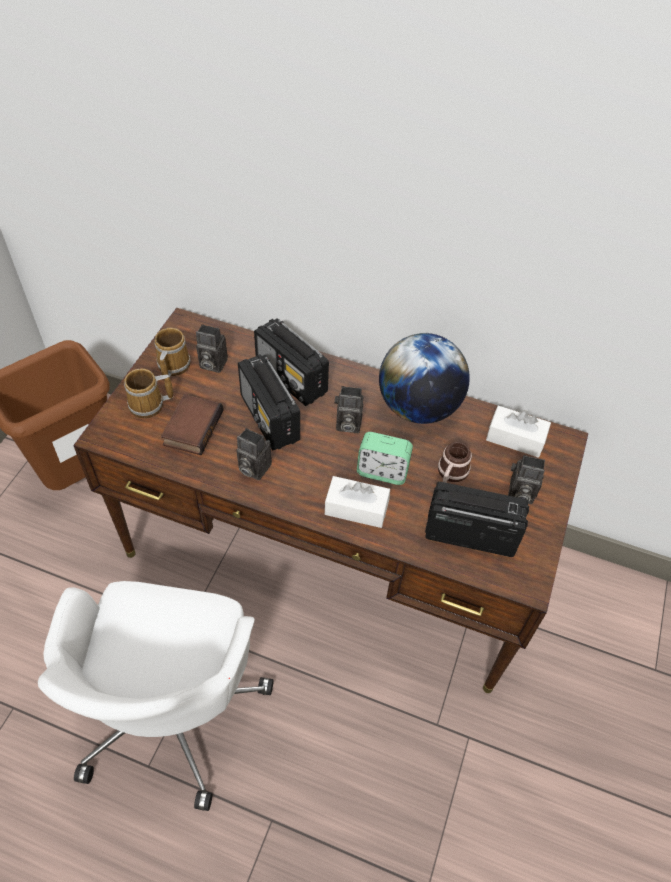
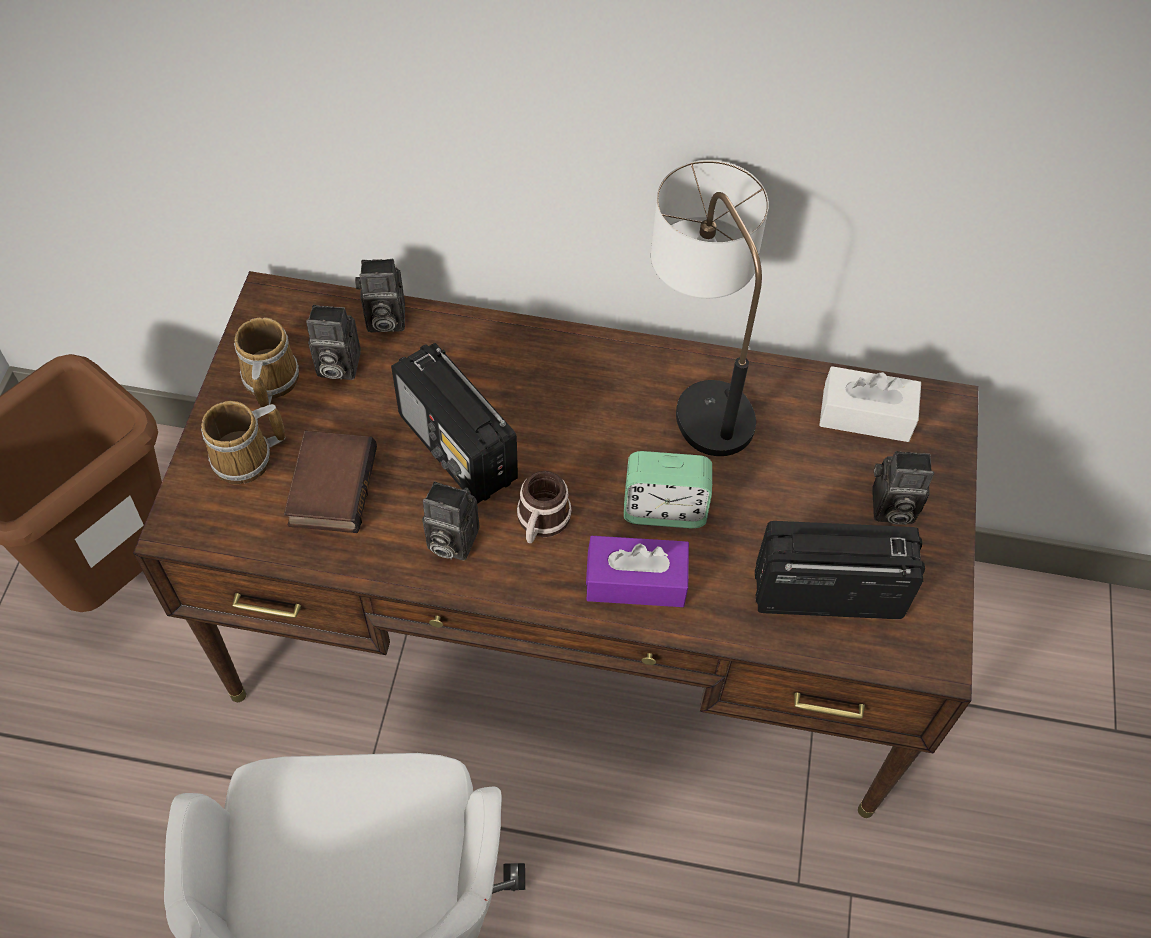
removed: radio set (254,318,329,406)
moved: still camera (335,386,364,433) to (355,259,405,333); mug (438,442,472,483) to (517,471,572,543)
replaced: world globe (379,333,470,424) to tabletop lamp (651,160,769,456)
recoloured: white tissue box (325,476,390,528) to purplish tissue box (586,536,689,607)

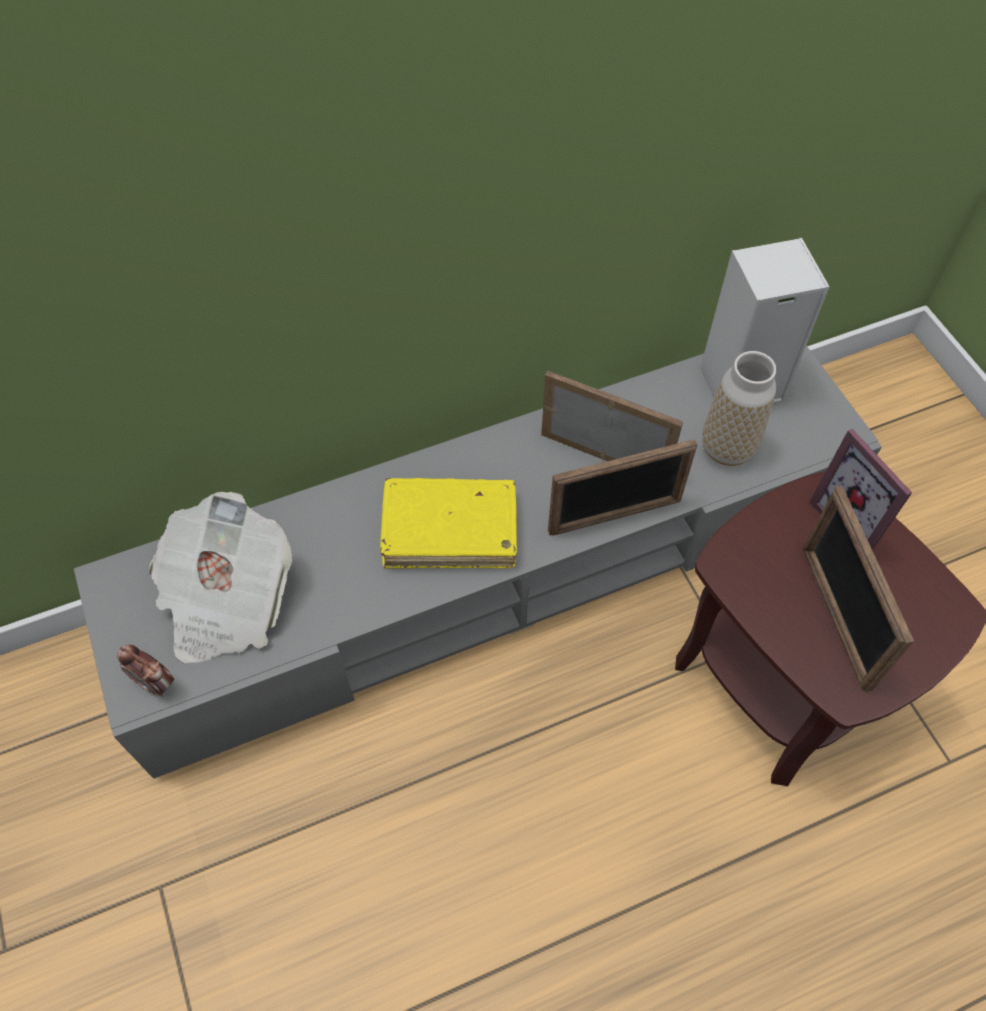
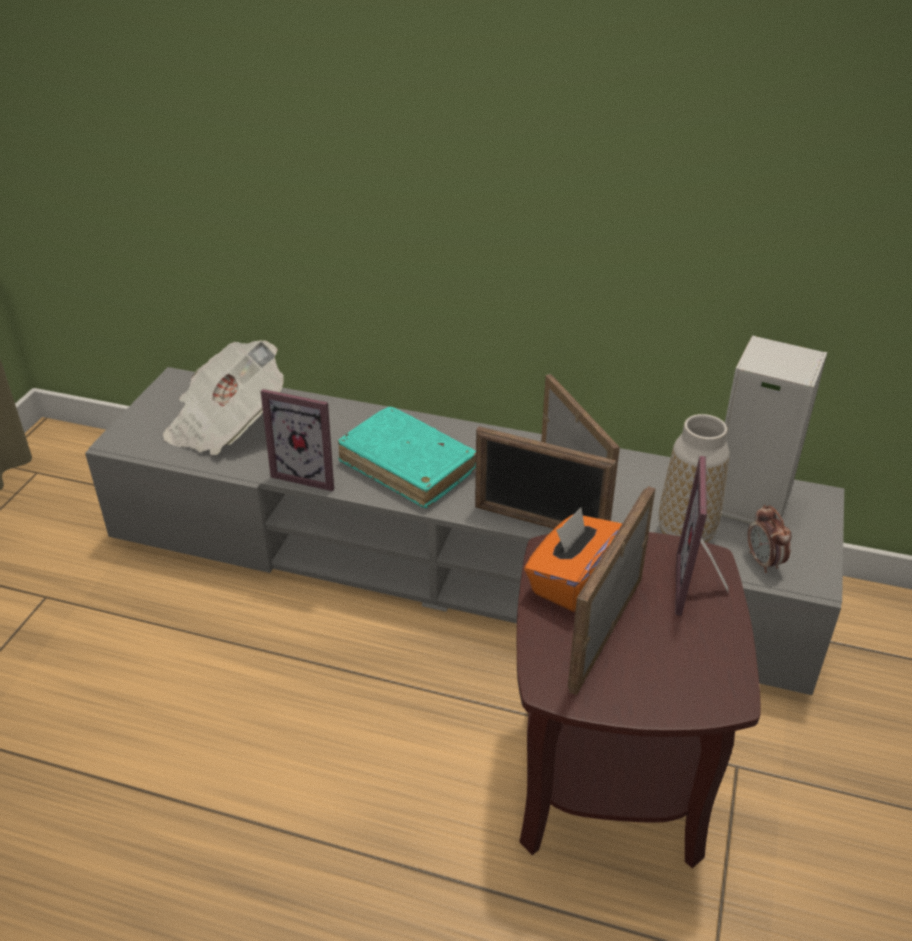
added: picture frame (261,389,334,491); orange tissue box (524,507,622,612)
moved: alarm clock (117,644,174,697) to (748,505,792,573)
recoloured: yellow-coloured volume (380,478,517,569) to turquoise-coloured volume (338,407,476,508)

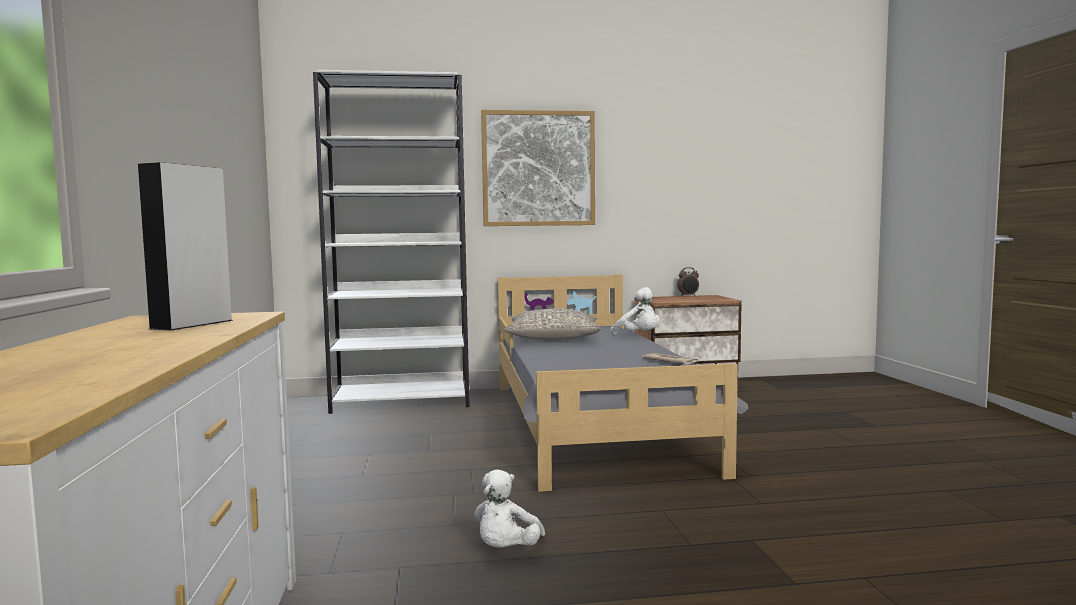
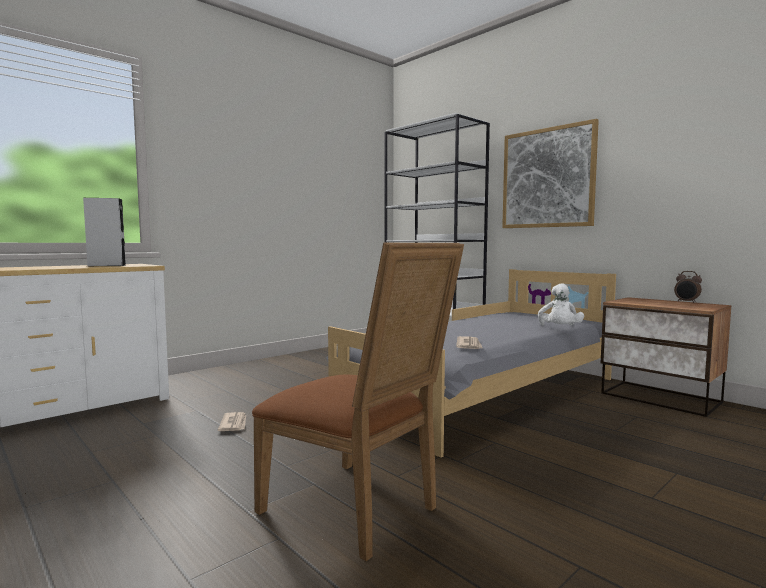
removed: greyish cushion (504,309,602,340)
added: brownish upright chair (252,243,464,561)
replaced: white soft toy (474,469,545,548) to newspaper (218,412,246,431)

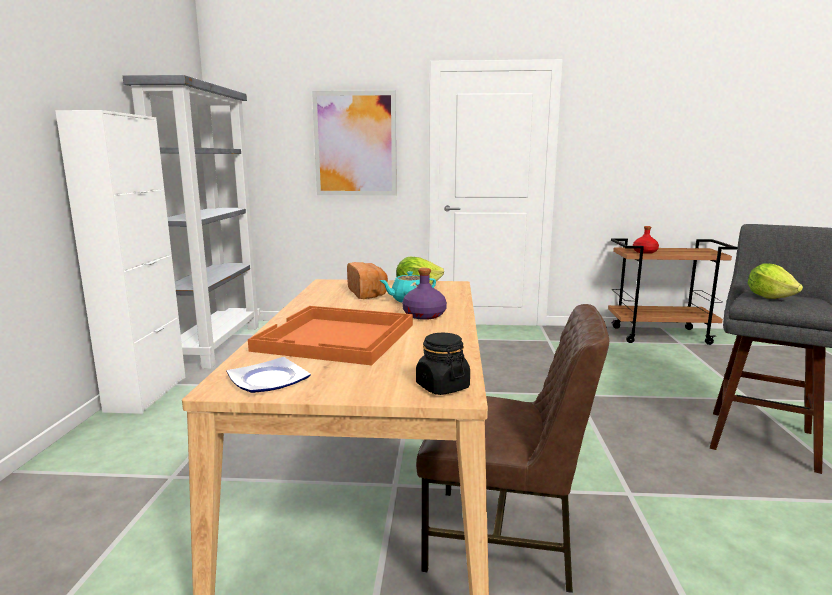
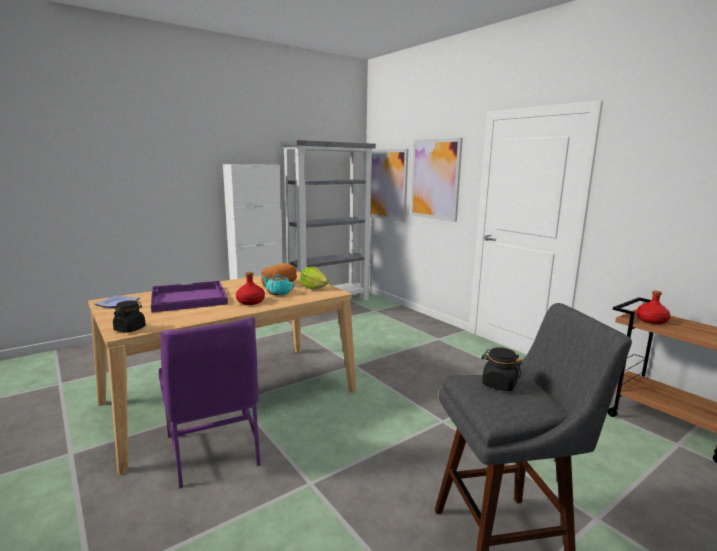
added: wall art (371,149,408,222)
replaced: head of lettuce (748,263,803,299) to black-coloured jar (481,347,522,391)
recoloured: orange tray (248,306,413,365) to purplish tray (151,281,228,313); purplish bottle (402,268,447,320) to red-coloured bottle (236,272,265,305); brownish upright chair (416,304,609,593) to purplish upright chair (159,317,261,488)

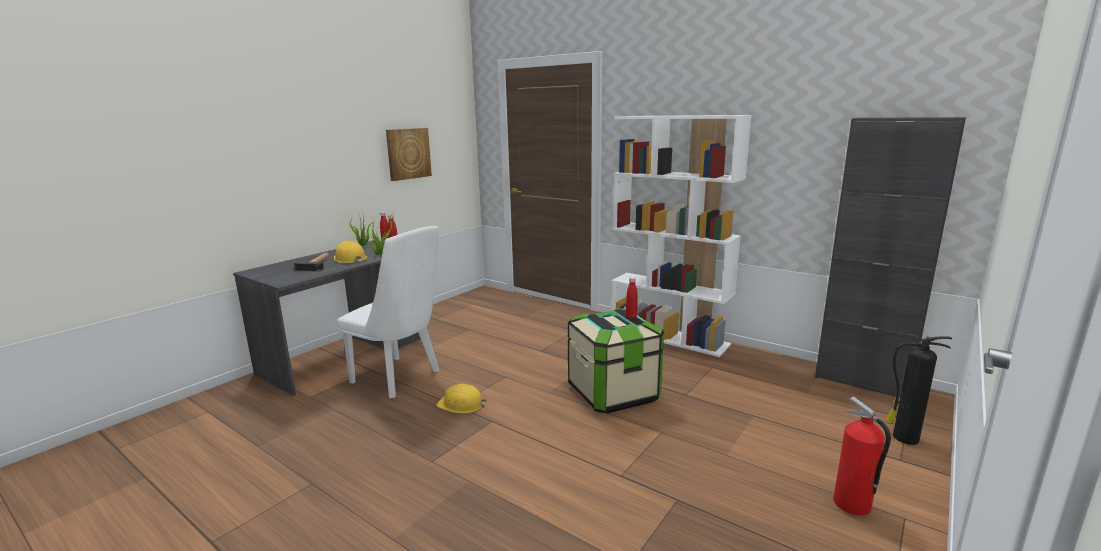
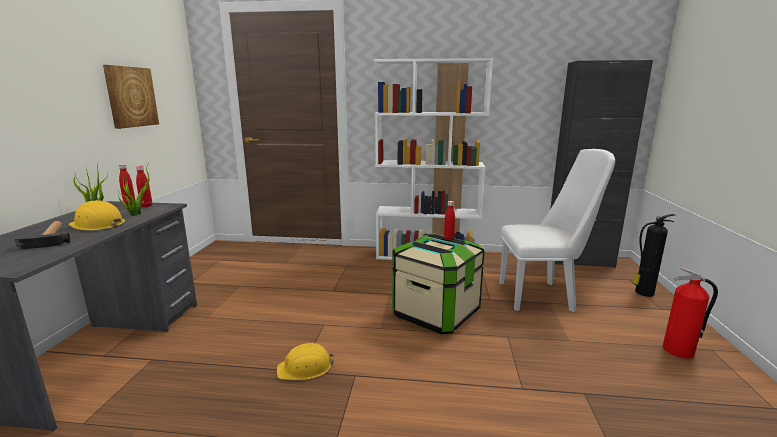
moved: white upright chair (337,226,439,398) to (499,149,615,312)

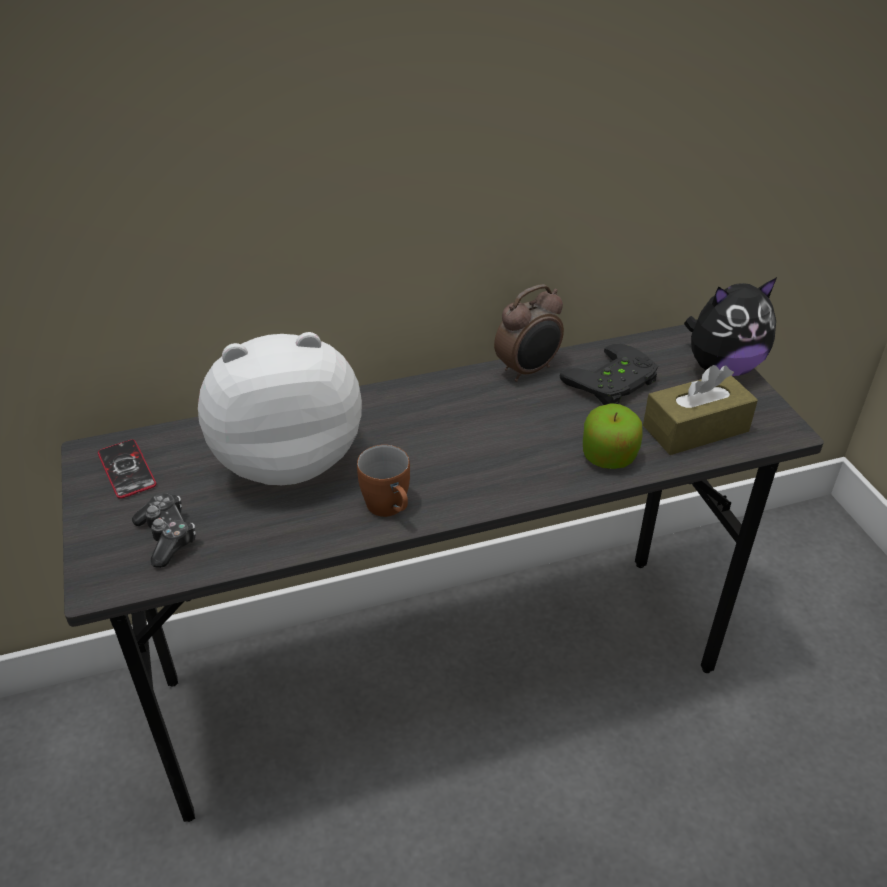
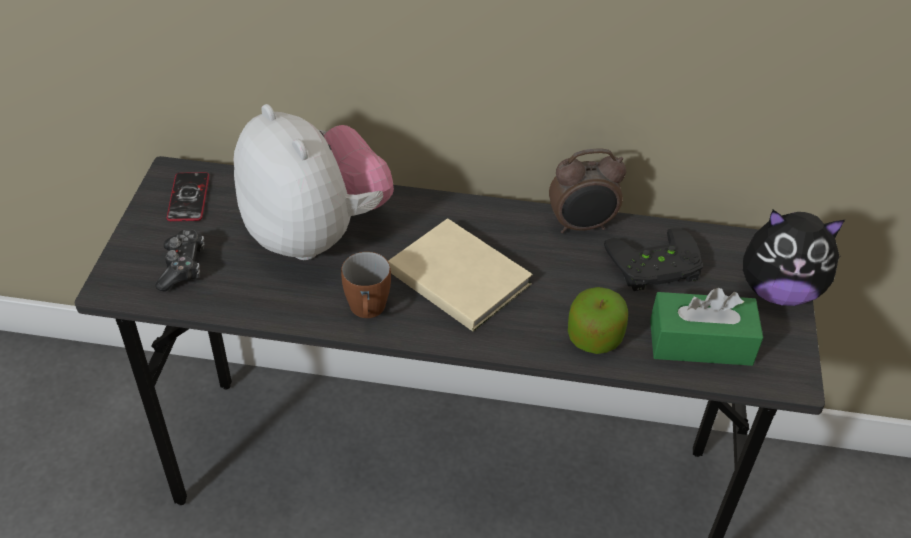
added: beige volume (388,218,533,331)
recoloured: brownish tissue box (643,365,758,455) to green tissue box (650,288,763,366)
turned: soft toy (198,332,362,485) = (233,104,394,260) 45 degrees clockwise

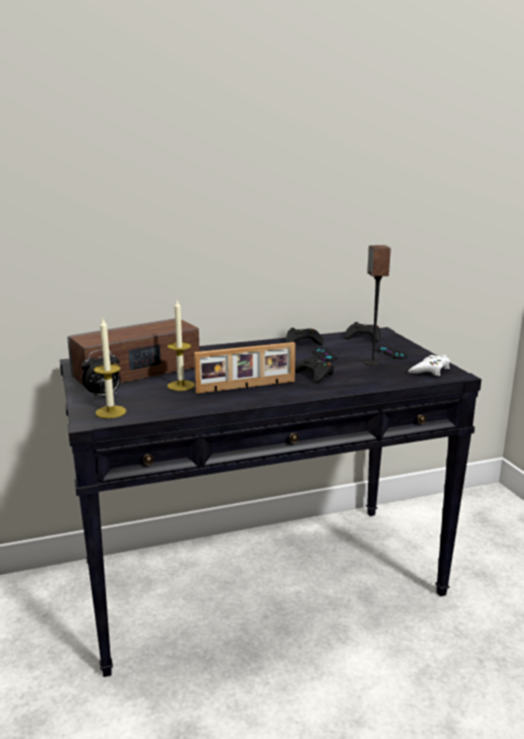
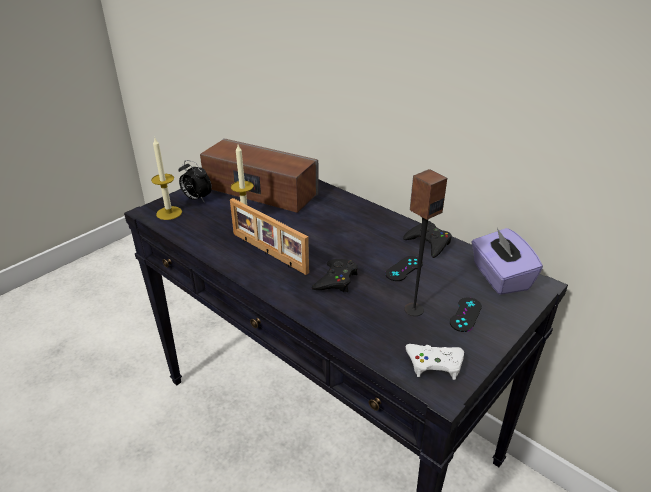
replaced: black-coloured joypad (344,322,381,342) to purplish tissue box (471,228,543,295)

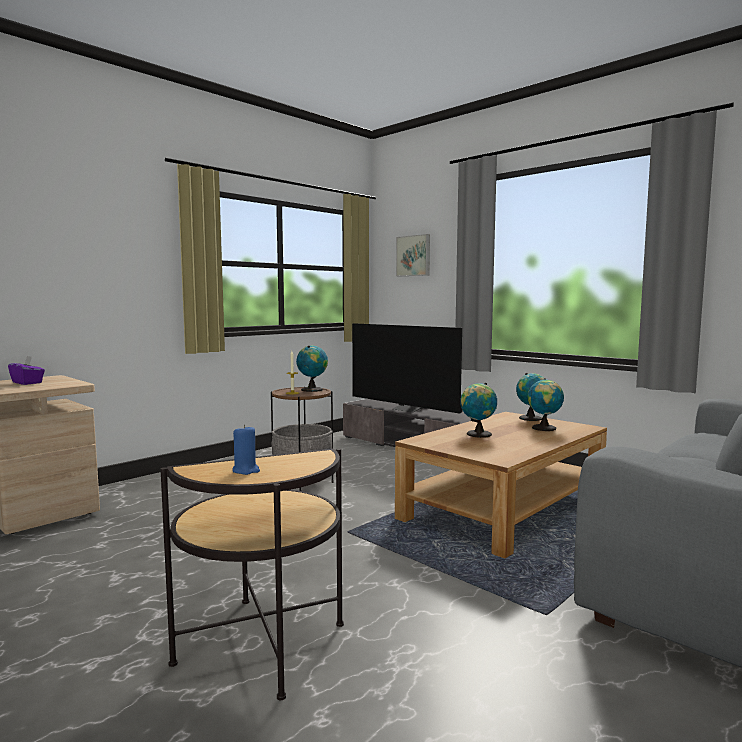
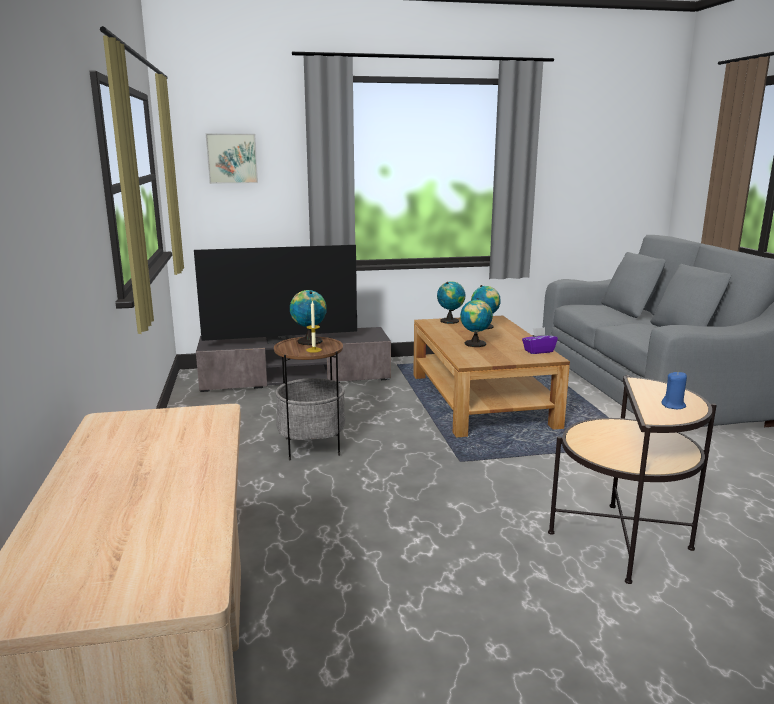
moved: purplish tissue box (8,356,45,385) to (522,327,558,354)

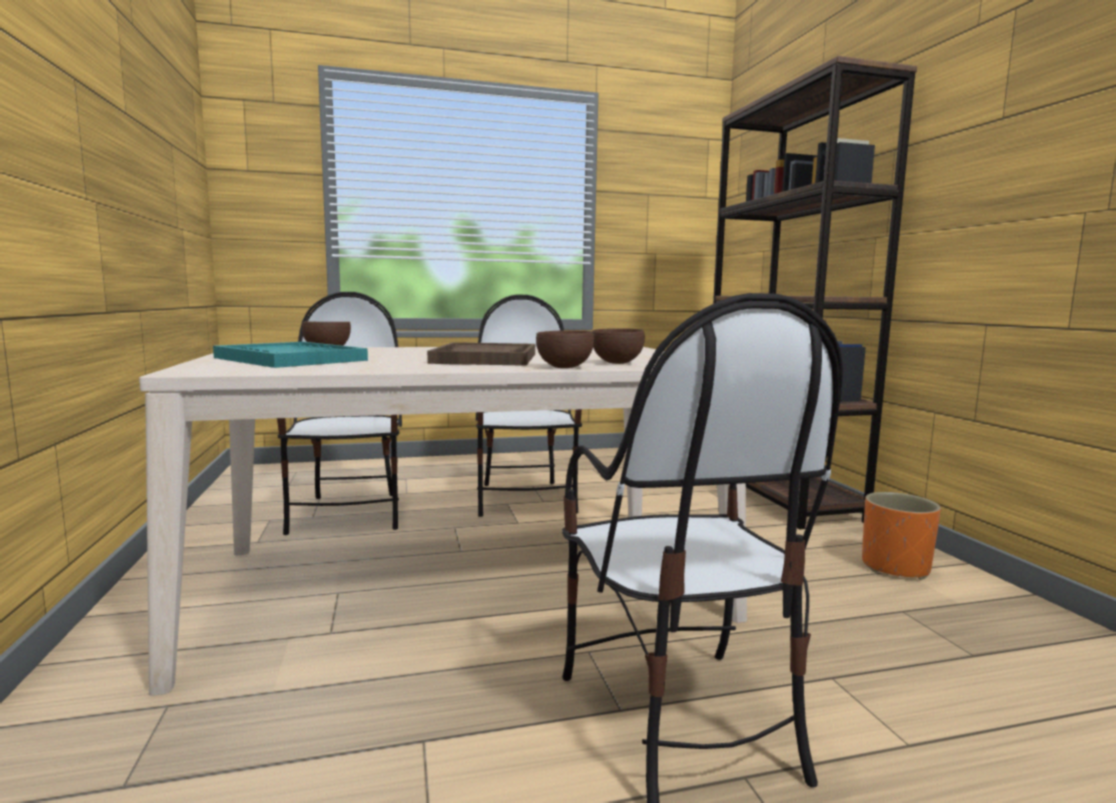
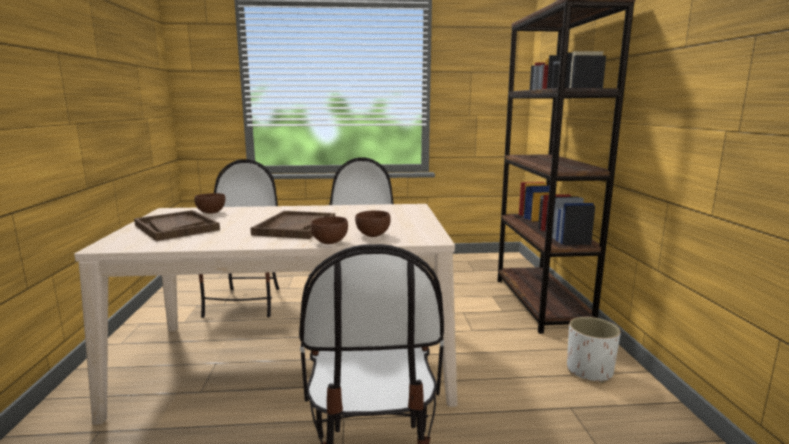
recoloured: turquoise-coloured tray (213,342,368,368) to brownish tray (134,210,220,241); orange planter (862,492,941,580) to white planter (567,317,621,383)

